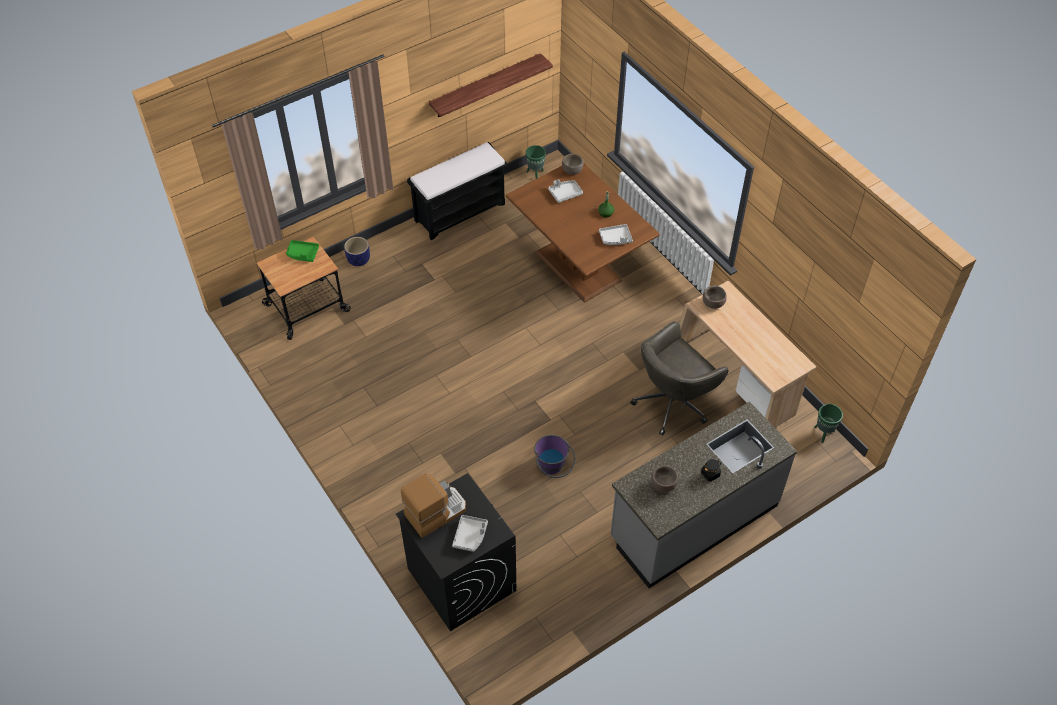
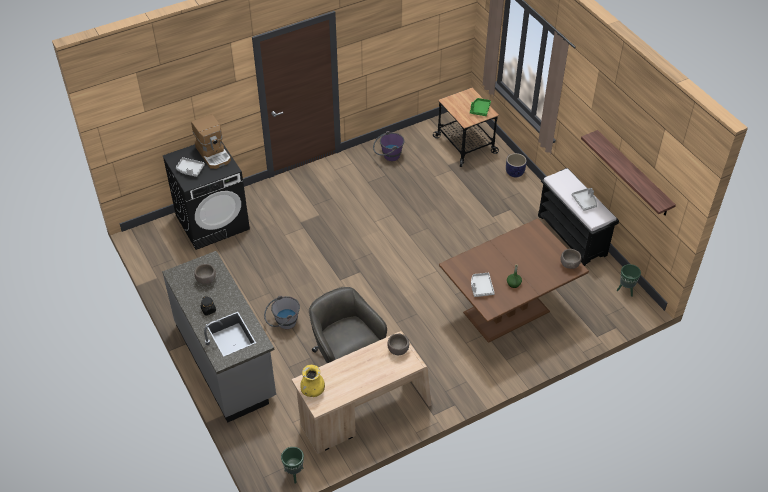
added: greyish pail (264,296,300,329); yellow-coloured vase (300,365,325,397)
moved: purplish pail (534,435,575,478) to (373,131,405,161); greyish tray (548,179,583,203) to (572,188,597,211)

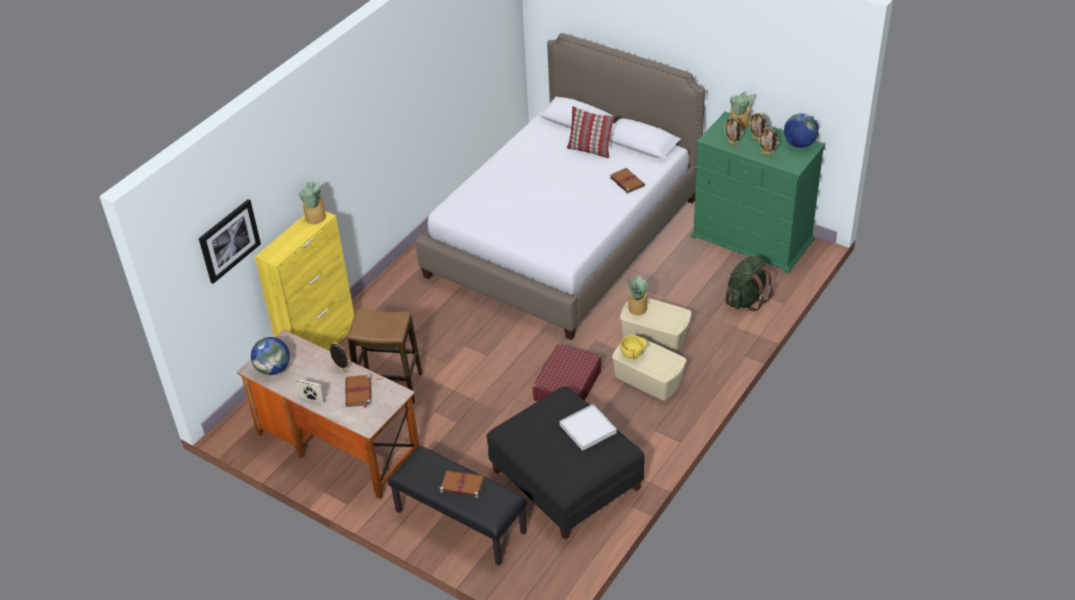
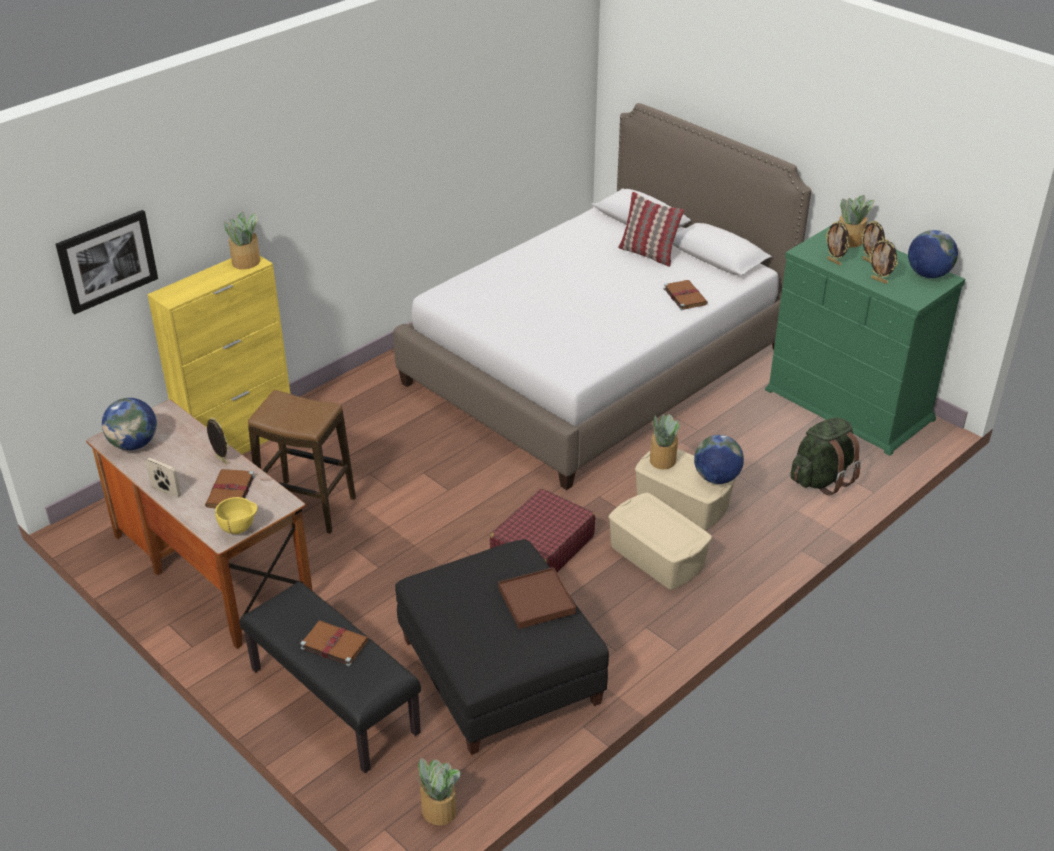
added: houseplant (413,758,460,825); world globe (694,435,744,484)
moved: yellow-coloured serving bowl (620,336,647,359) to (215,497,258,534)
recoloured: white tray (559,404,617,451) to brownish tray (498,567,576,629)

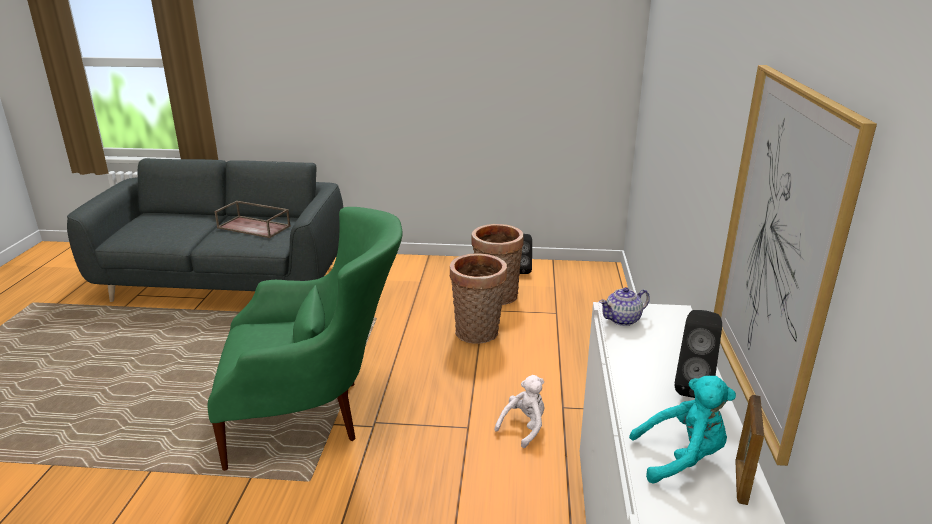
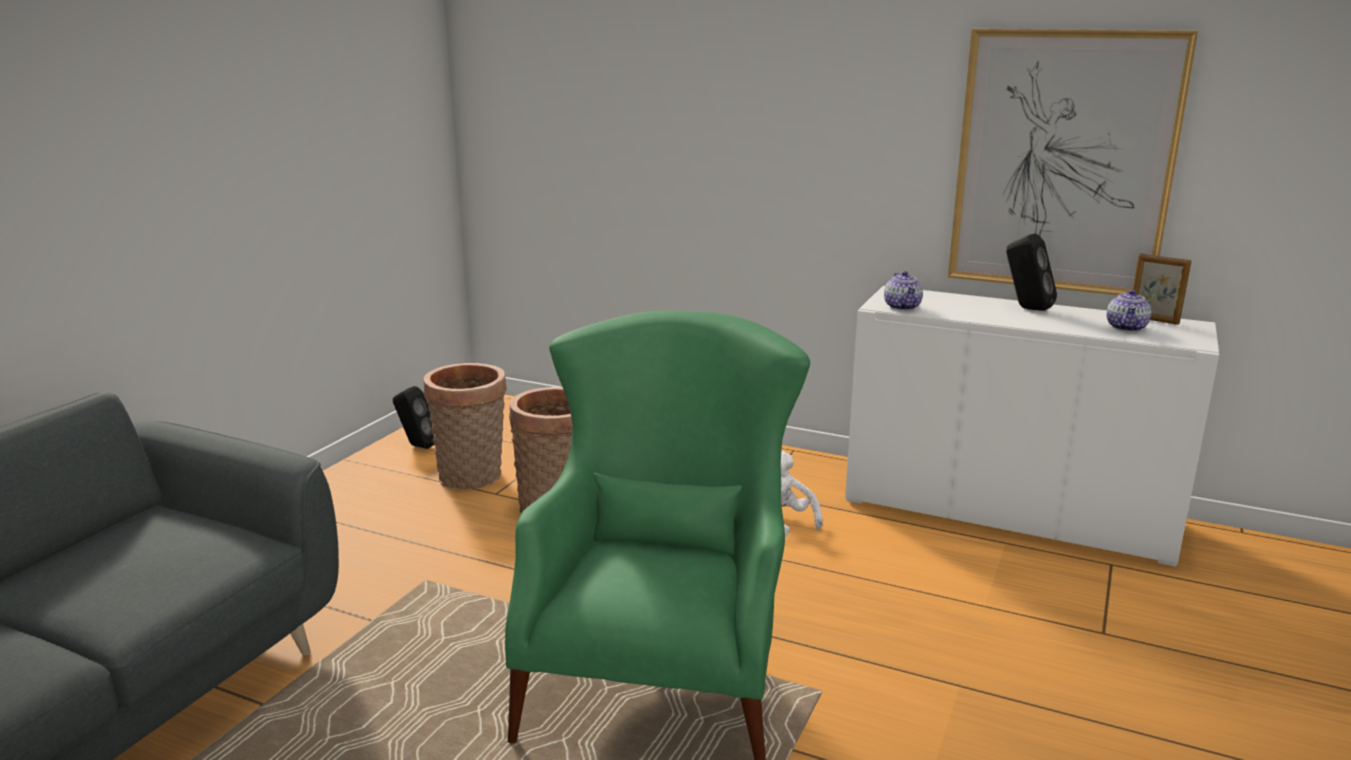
removed: brownish tray (214,201,291,238)
replaced: turquoise-coloured soft toy (629,376,736,484) to tea pot (1107,289,1151,332)

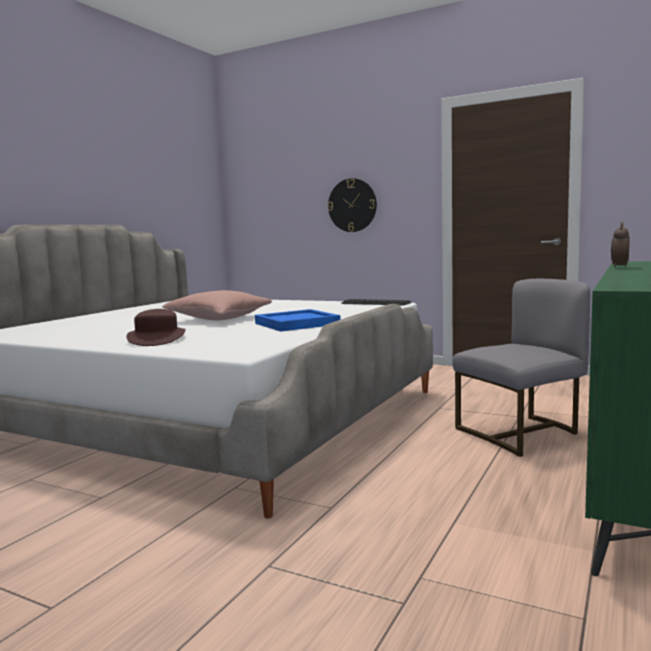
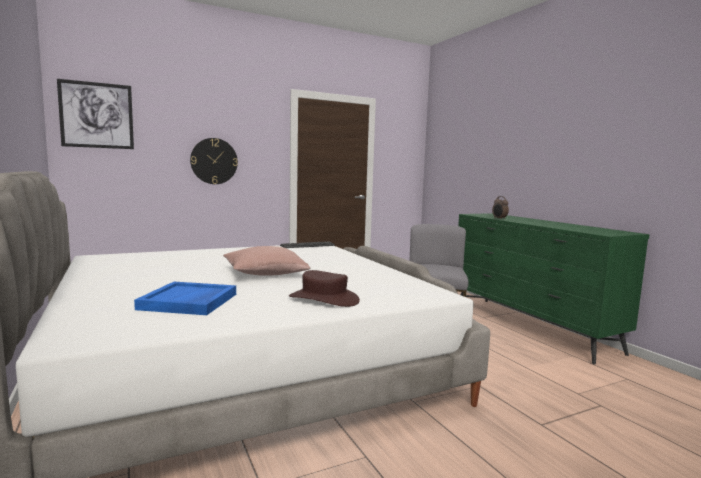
added: wall art (57,79,134,149)
moved: bluish tray (255,309,341,332) to (134,282,236,315)

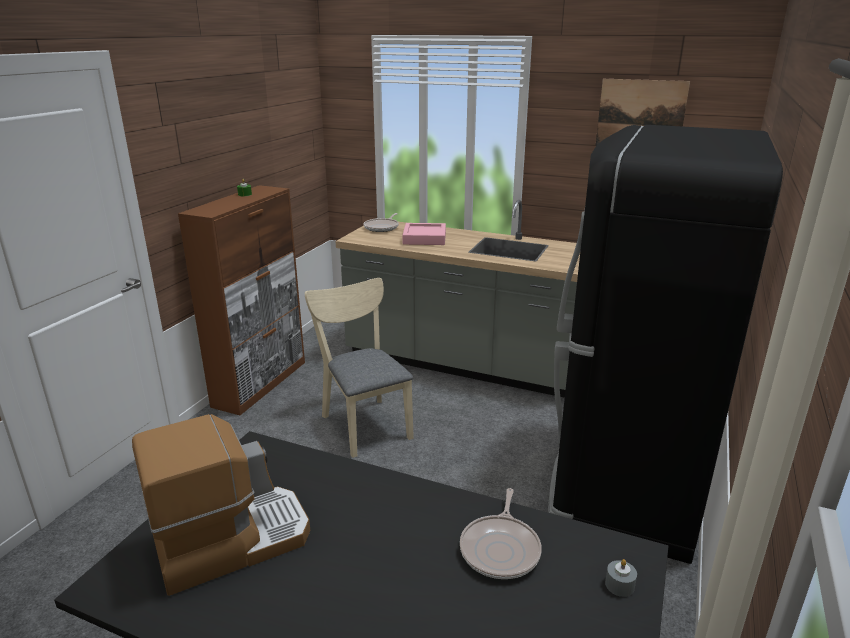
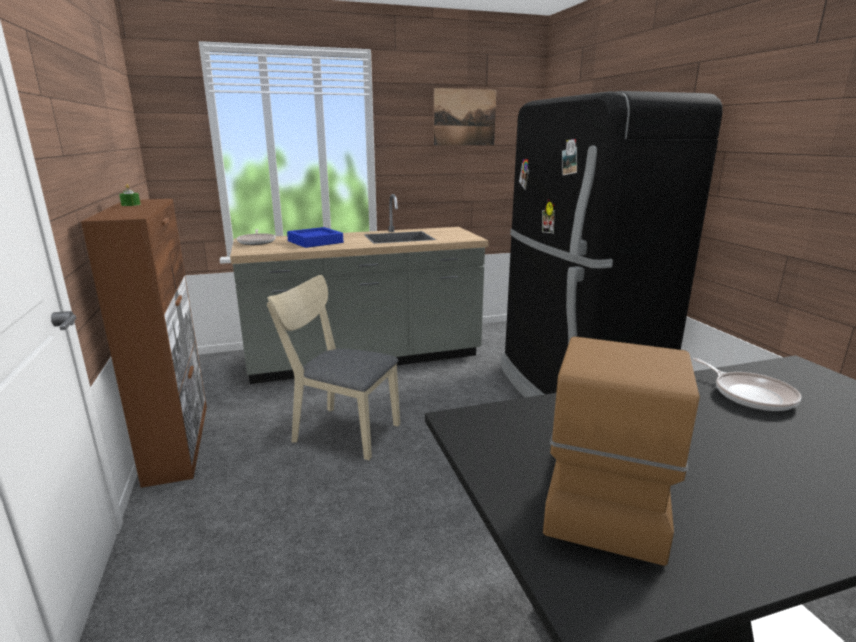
removed: greyish wax candle (605,559,637,597)
recoloured: pinkish tray (402,223,446,245) to bluish tray (287,227,343,248)

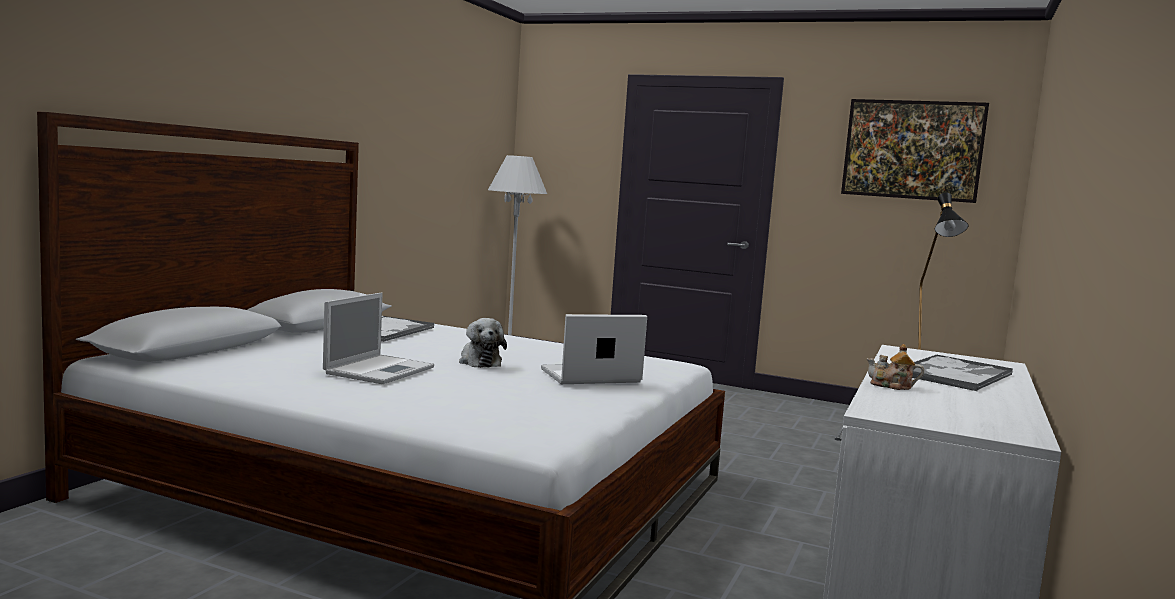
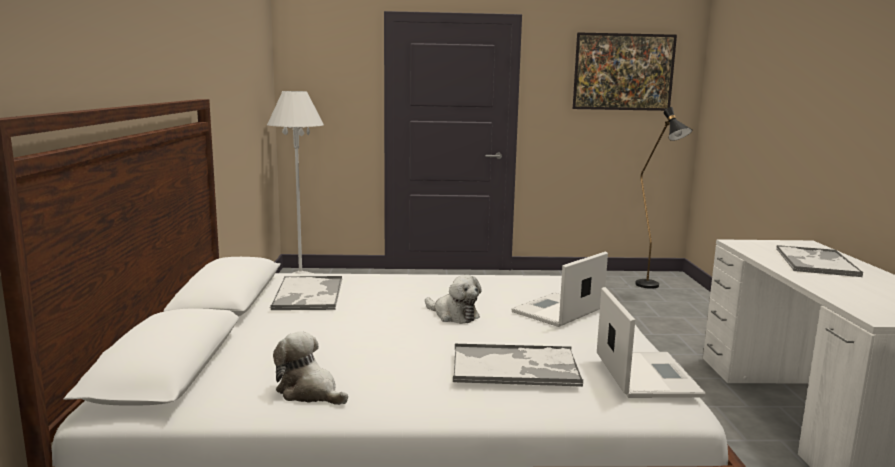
removed: tea pot (866,344,924,390)
added: soft toy (273,331,348,405); tray (453,344,583,387)
moved: portable computer (323,292,434,384) to (597,287,706,398)

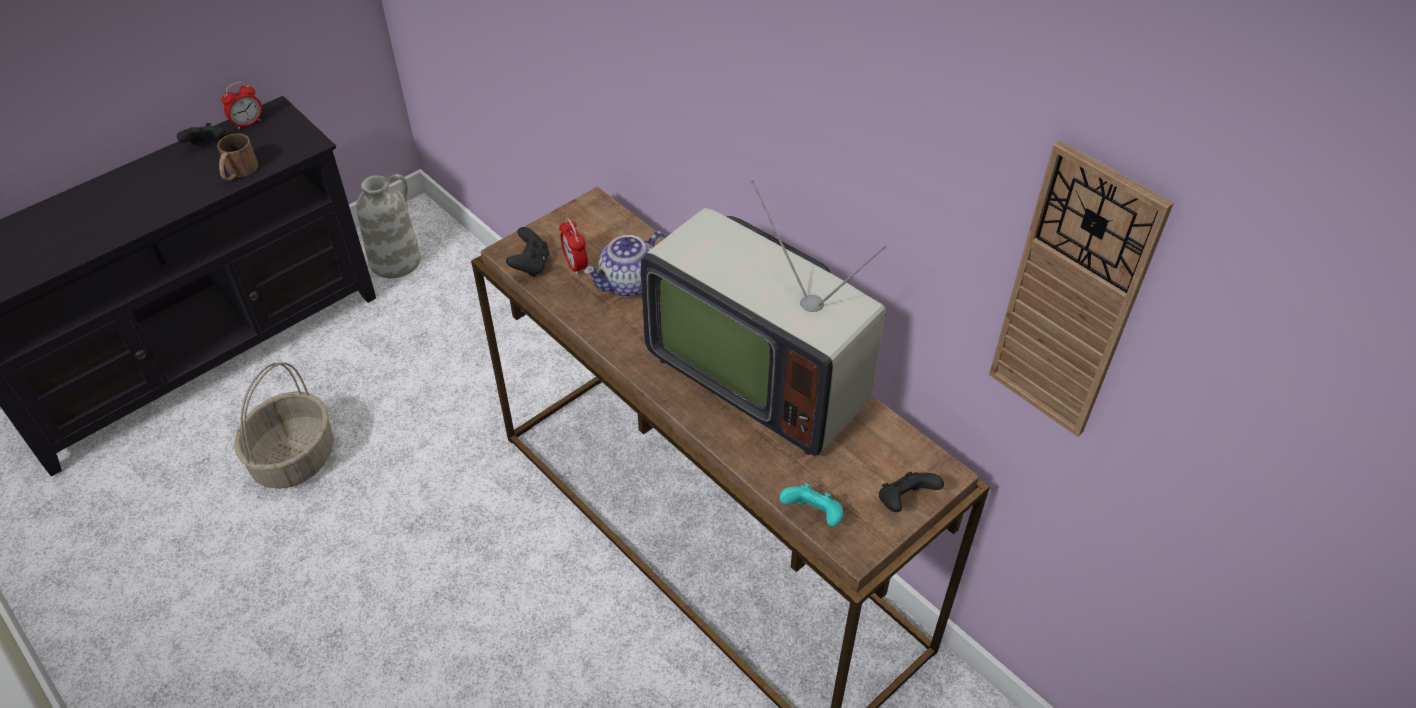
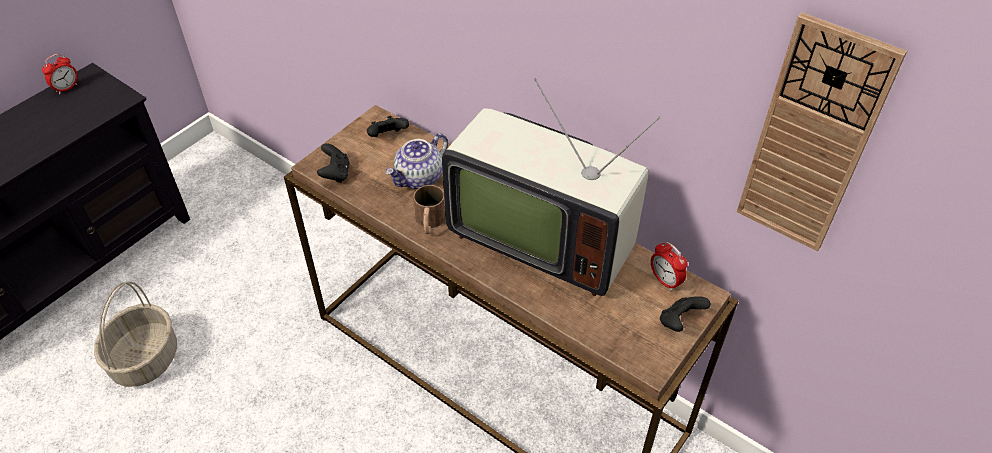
removed: white vase (356,174,421,278); turquoise-coloured joypad (779,483,843,527)
moved: black-coloured joypad (177,123,226,144) to (367,116,409,137); brownish mug (217,134,258,181) to (413,185,446,234); alarm clock (559,218,588,275) to (651,242,687,291)

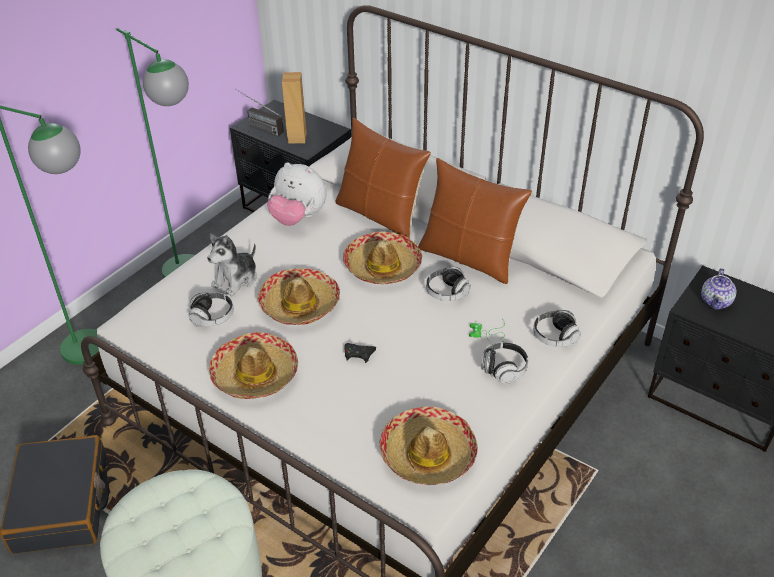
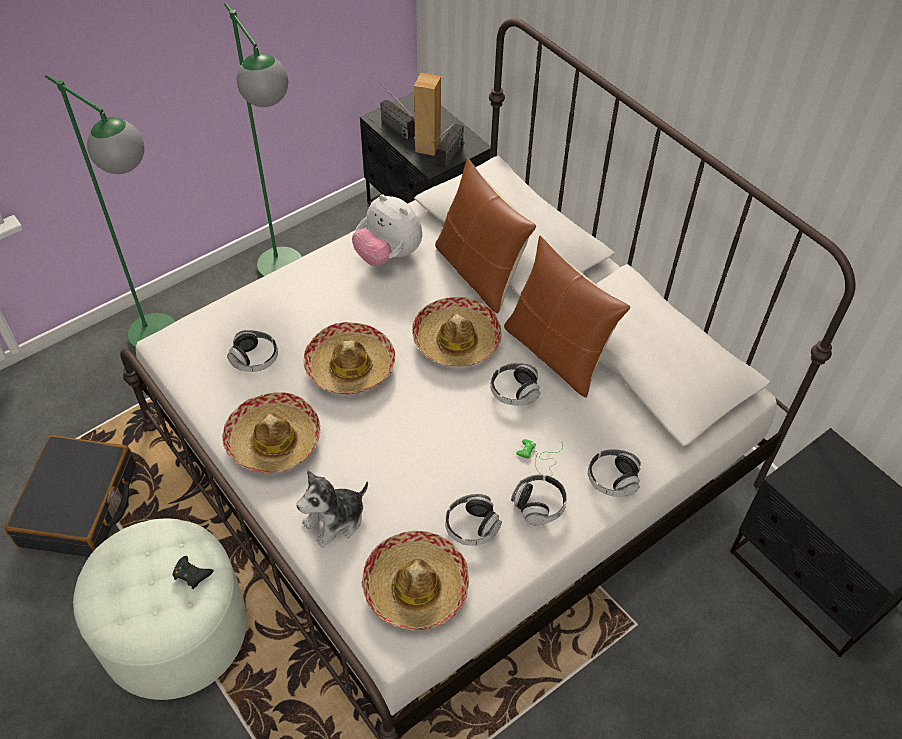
removed: tea pot (701,268,736,310)
added: radio set (426,123,464,169); pair of headphones (445,494,502,546)
moved: soft toy (207,234,257,296) to (296,470,368,548); black-coloured joypad (344,343,376,363) to (173,556,214,589)

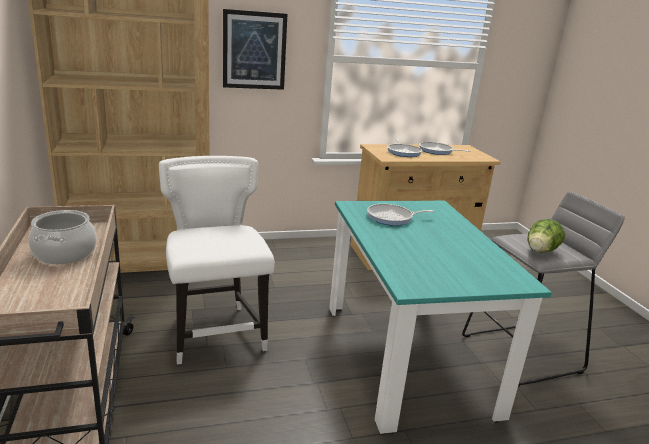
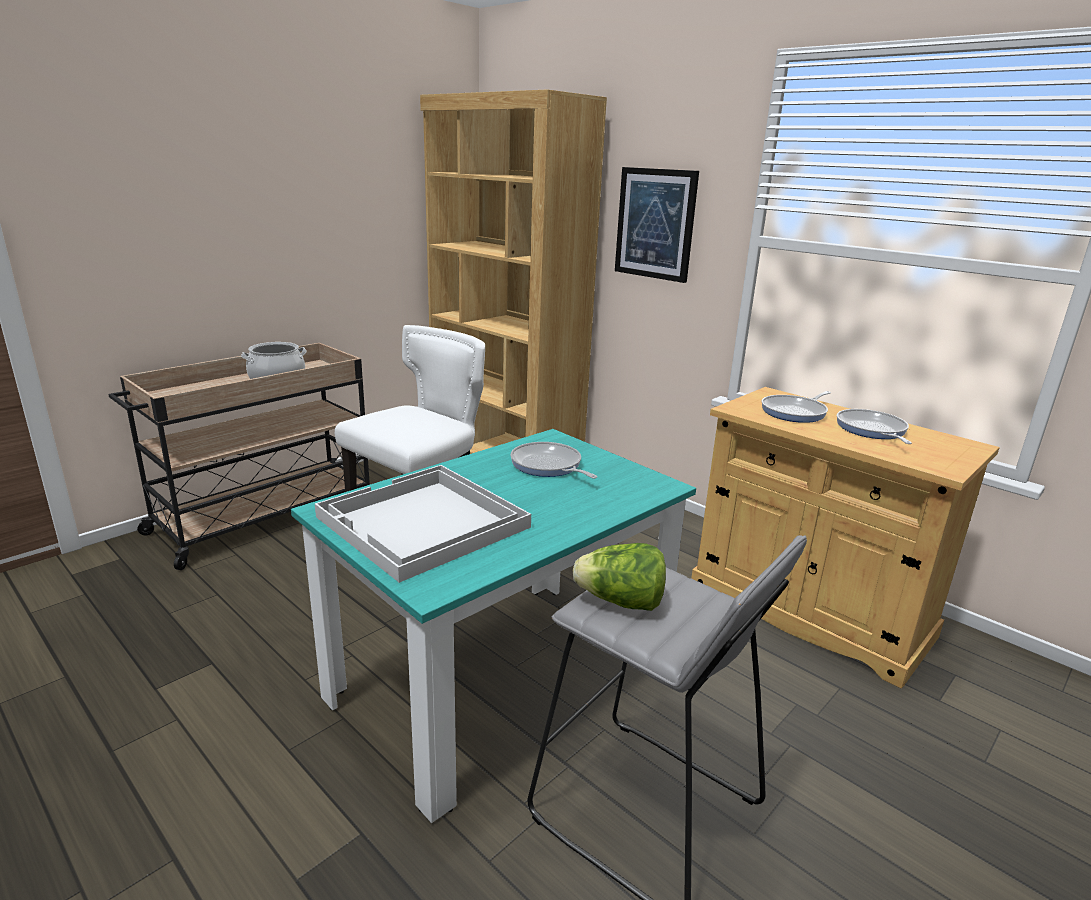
added: white tray (315,465,531,583)

